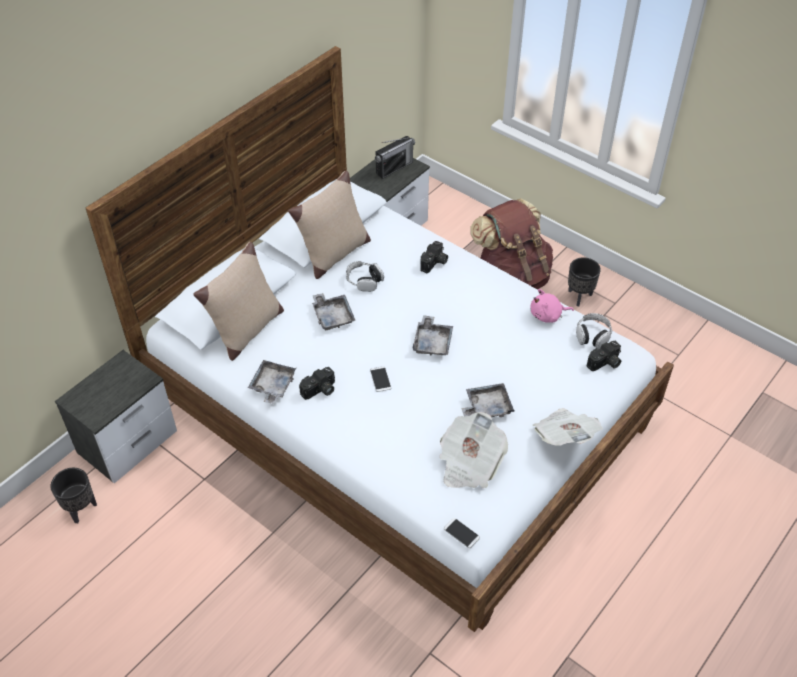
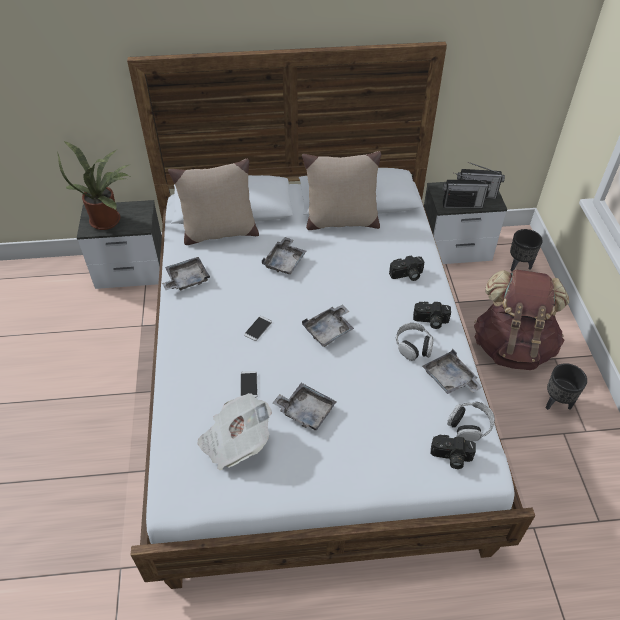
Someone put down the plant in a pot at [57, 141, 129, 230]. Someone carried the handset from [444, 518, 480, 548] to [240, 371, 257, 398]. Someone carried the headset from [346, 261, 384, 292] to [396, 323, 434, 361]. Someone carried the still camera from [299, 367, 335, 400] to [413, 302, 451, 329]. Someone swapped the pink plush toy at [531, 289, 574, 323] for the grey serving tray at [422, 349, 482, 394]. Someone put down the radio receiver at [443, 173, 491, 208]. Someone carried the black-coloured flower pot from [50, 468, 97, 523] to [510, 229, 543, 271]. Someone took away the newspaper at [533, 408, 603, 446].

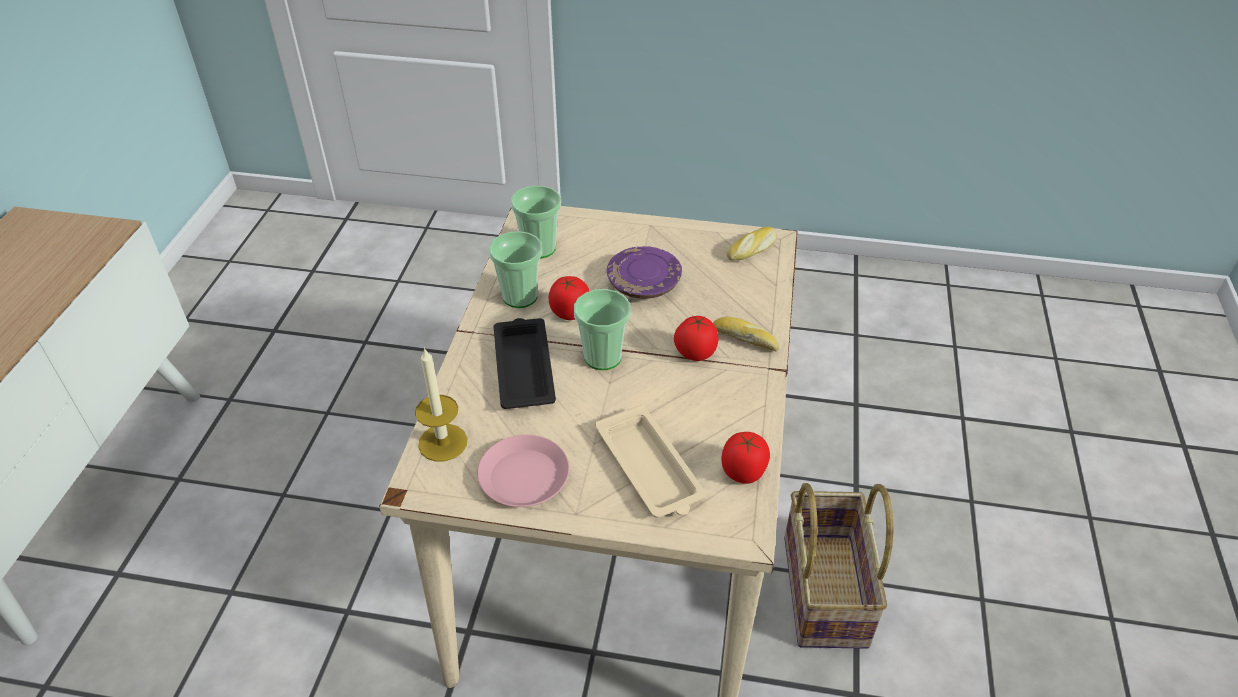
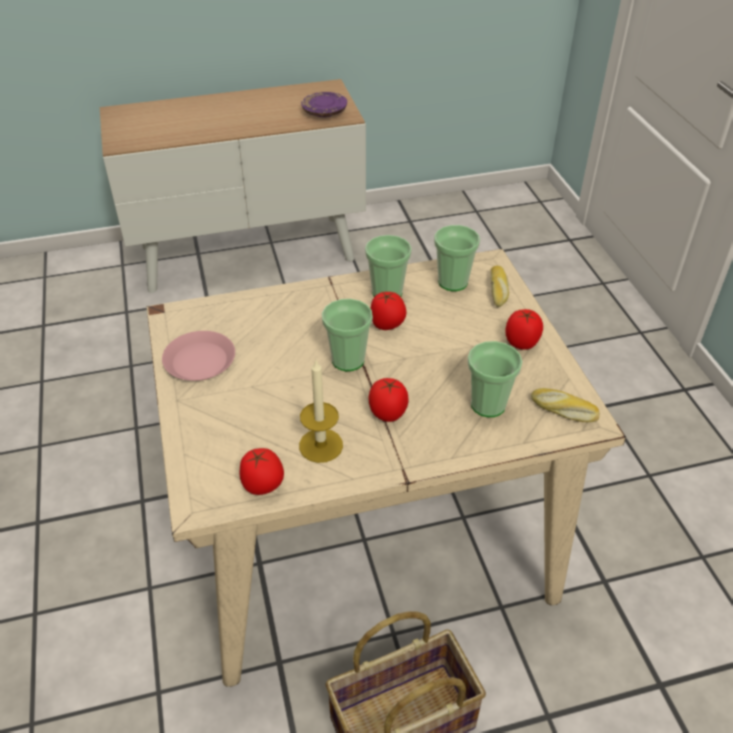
Someone carried the wax candle from [415, 347, 468, 462] to [299, 360, 343, 463]. Someone carried the purple dinner plate from [607, 246, 682, 299] to [301, 92, 347, 117]. Someone put down the drinking cup at [467, 341, 522, 417]. Someone carried the bread from [713, 316, 779, 351] to [491, 266, 509, 307]. Someone put down the tomato at [505, 309, 543, 350]. Someone took away the black-coloured serving tray at [494, 318, 556, 409]. Someone took away the beige-coloured serving tray at [595, 405, 706, 518].

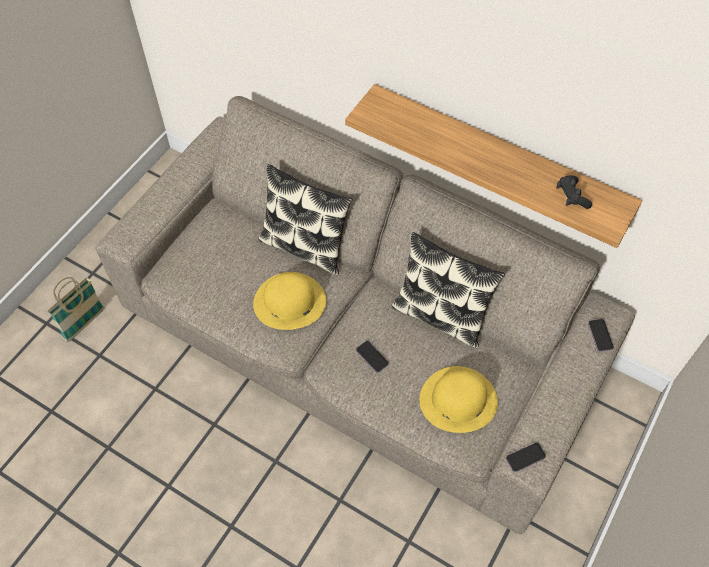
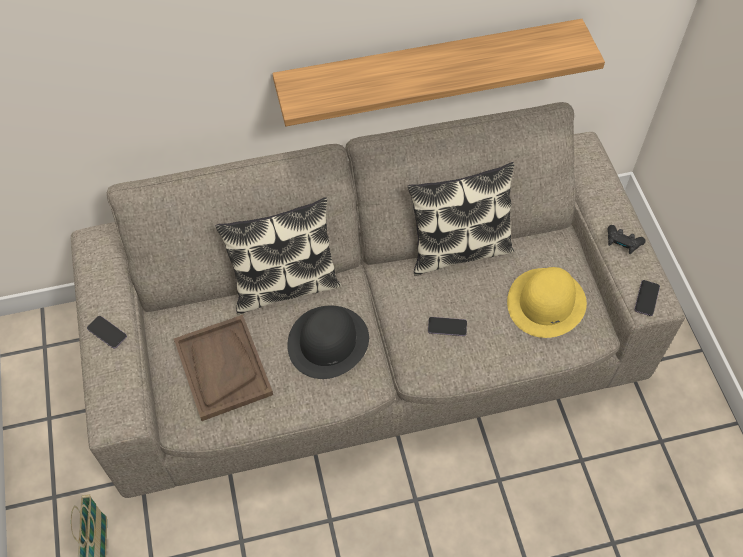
Someone carried the handset from [588, 319, 614, 352] to [87, 316, 127, 349]. Someone put down the brown serving tray at [174, 315, 273, 421]. Someone repainted the yellowish hat at [253, 272, 326, 330], which became the black-coloured hat at [287, 306, 369, 379]. Someone carried the black-coloured joypad from [556, 176, 592, 209] to [607, 225, 645, 254].

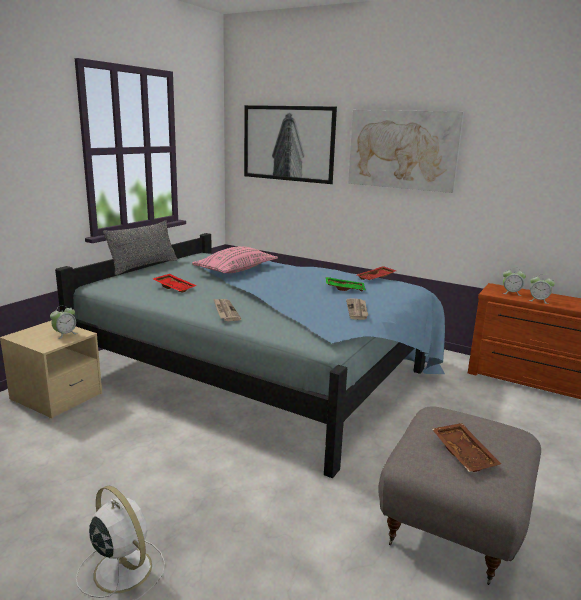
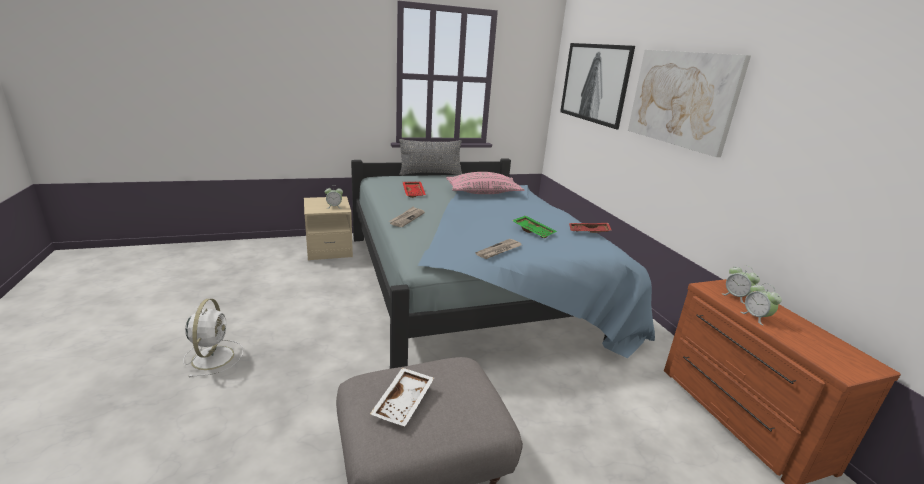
Someone repainted the brown serving tray at [432, 423, 501, 472], which became the white serving tray at [370, 368, 434, 426].

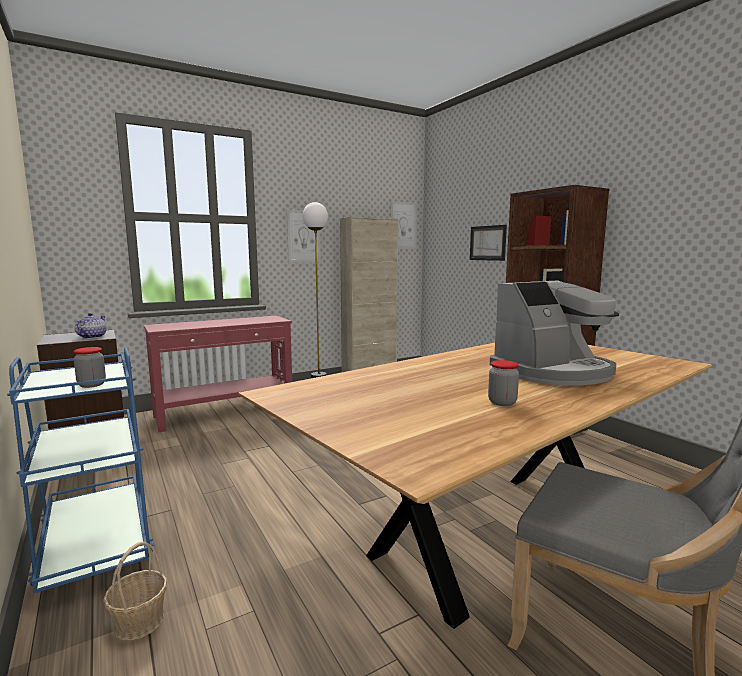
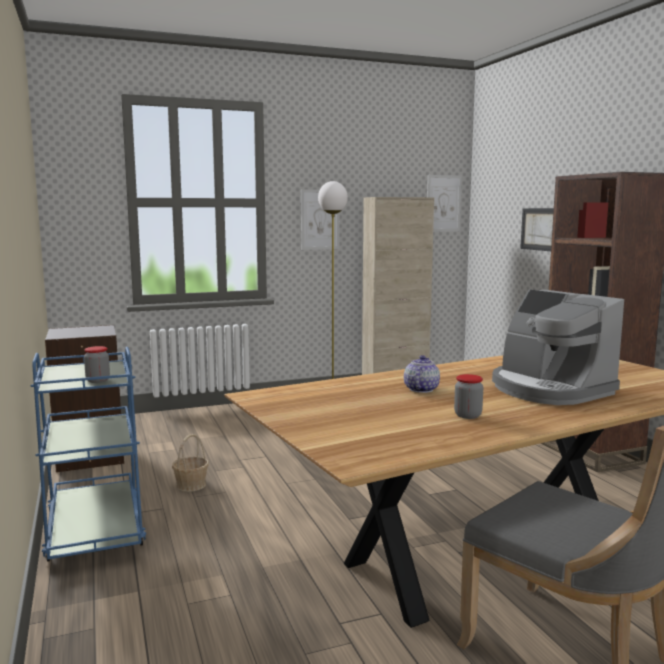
Someone carried the basket from [103, 541, 167, 640] to [172, 434, 209, 492]. Someone carried the tea pot from [75, 313, 106, 339] to [404, 355, 440, 393]. Someone rotated the coffee maker at [490, 281, 619, 386] by 75 degrees clockwise. Someone took away the red-coloured console table at [144, 316, 292, 432].

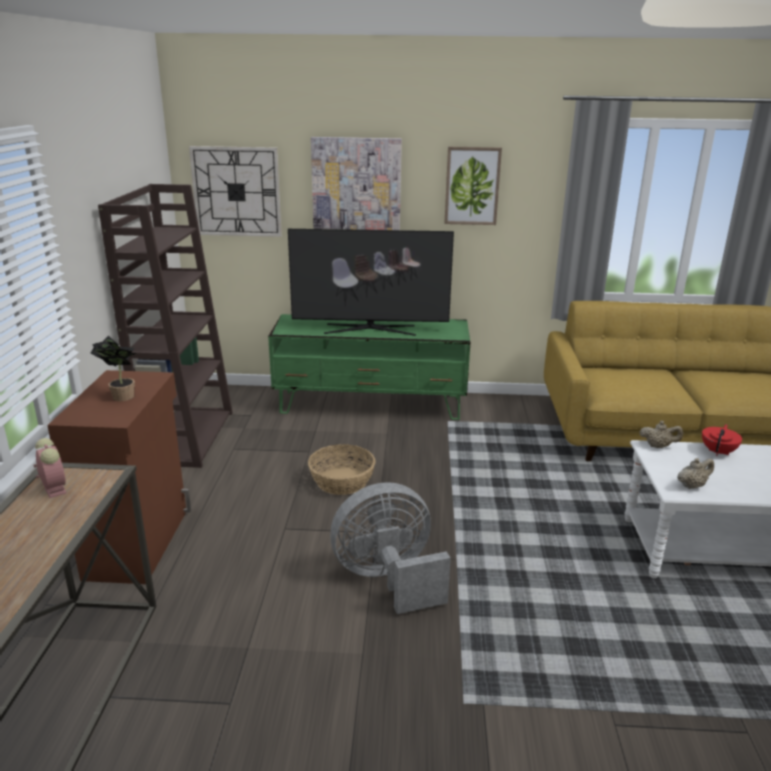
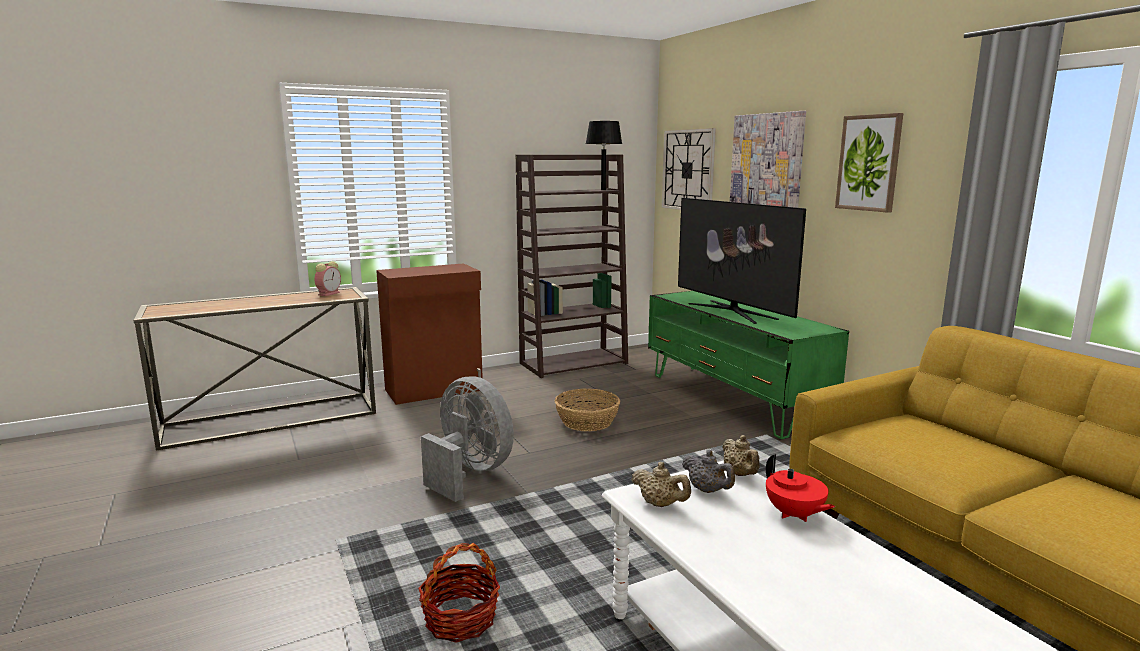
Someone put down the basket at [418, 543, 500, 643]. Someone put down the black-coloured table lamp at [586, 121, 622, 190]. Someone put down the grey tea pot at [682, 449, 735, 493]. Someone rotated the red-coloured tea pot at [702, 424, 742, 456] by 60 degrees clockwise. Someone took away the plant in a pot at [90, 336, 137, 401].

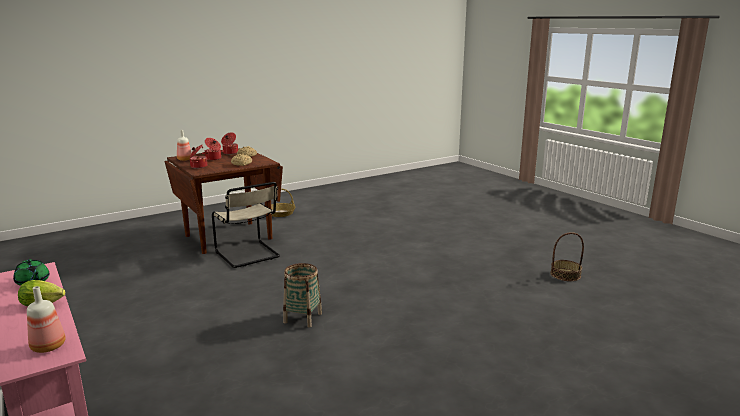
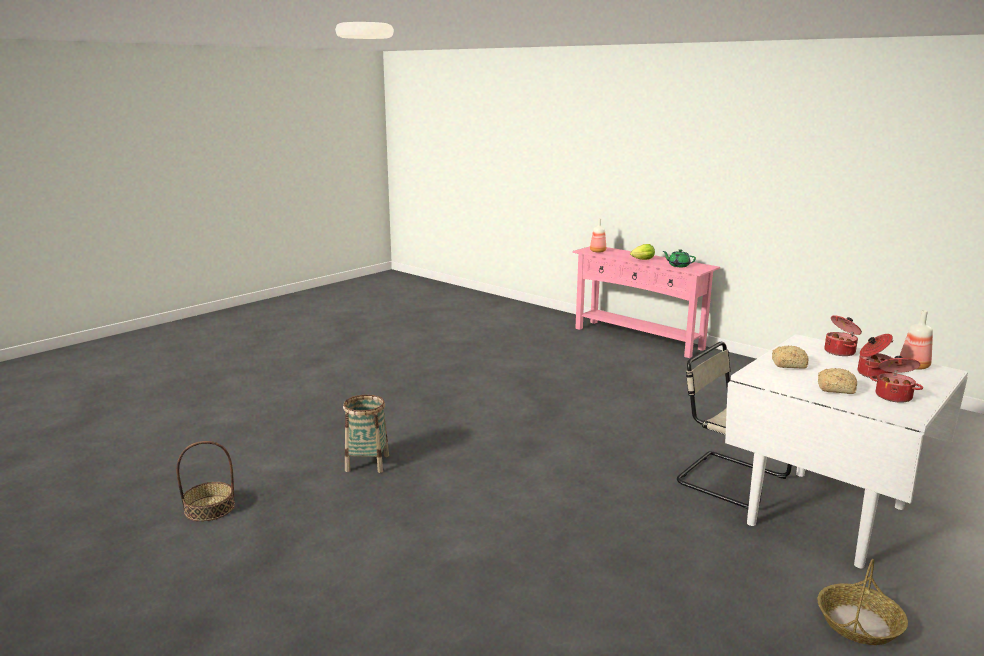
Someone carried the basket from [283, 263, 322, 328] to [343, 394, 389, 473]. Someone repainted the brown dining table at [164, 148, 283, 254], which became the white dining table at [725, 334, 968, 568].

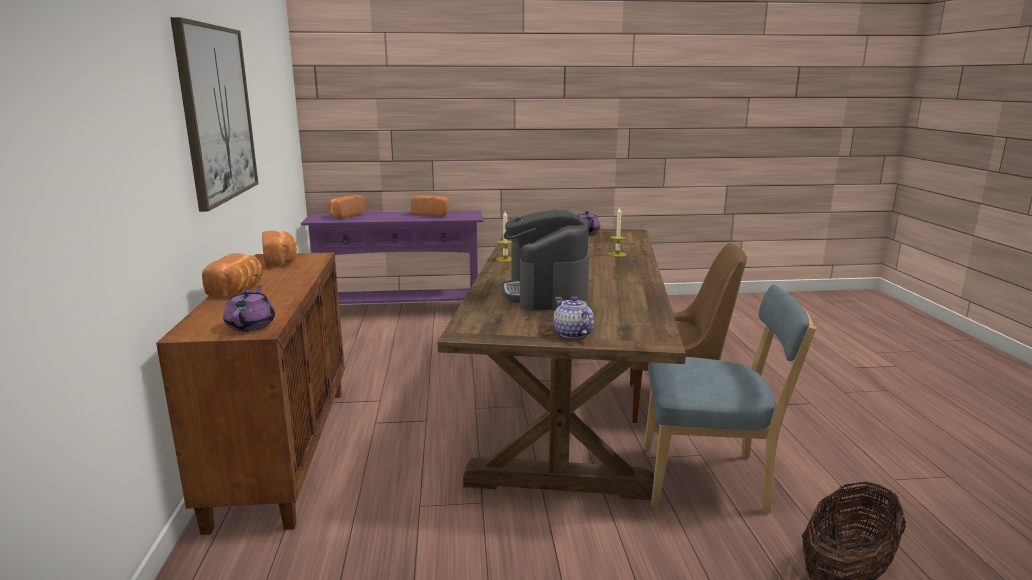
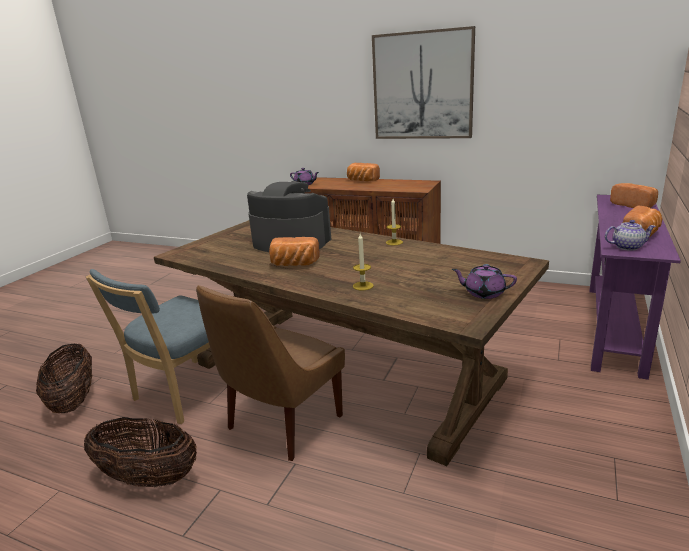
Someone put down the basket at [84, 417, 197, 487]. Someone carried the bread from [262, 231, 297, 267] to [269, 237, 320, 266]. Someone carried the tea pot from [553, 296, 594, 339] to [605, 220, 656, 251].

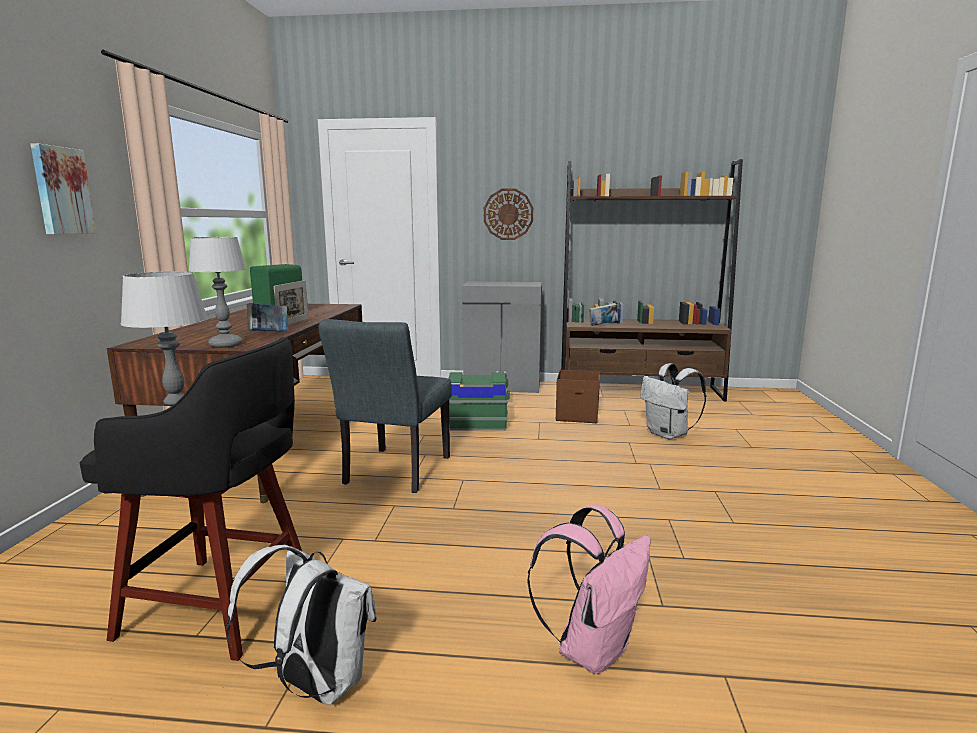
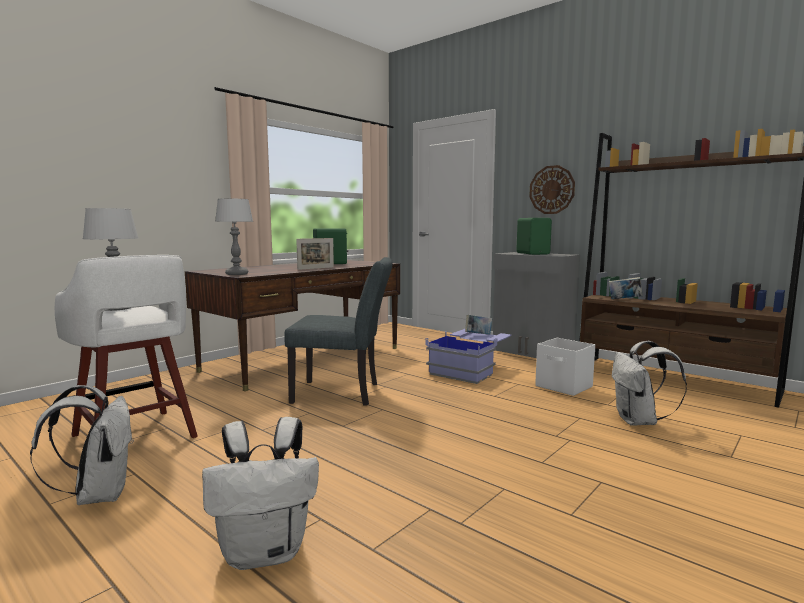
Someone repainted the black-coloured stool seat at [80, 337, 302, 661], which became the white stool seat at [55, 255, 198, 438]. Someone repainted the pink rucksack at [527, 504, 651, 674], which became the white rucksack at [202, 417, 319, 570]. Someone rotated the grey chair at [319, 319, 452, 493] by 135 degrees counterclockwise. Someone repainted the green-coloured storage bin at [448, 372, 510, 431], which became the blue storage bin at [425, 329, 512, 384]. Someone carried the bound book from [247, 303, 288, 332] to [465, 315, 492, 335]. Someone put down the green-coloured loudspeaker at [516, 218, 552, 255]. Someone repainted the brown storage bin at [556, 370, 600, 423], which became the white storage bin at [535, 338, 595, 396]. Someone took away the wall picture at [31, 143, 96, 234].

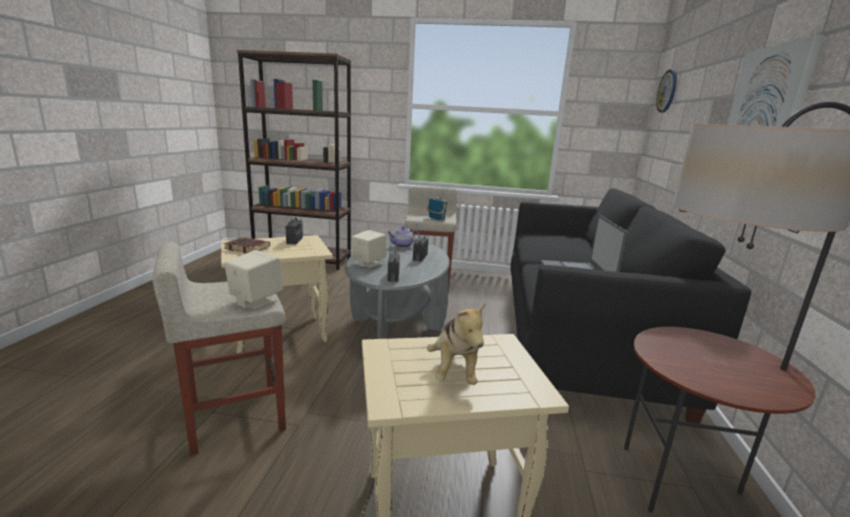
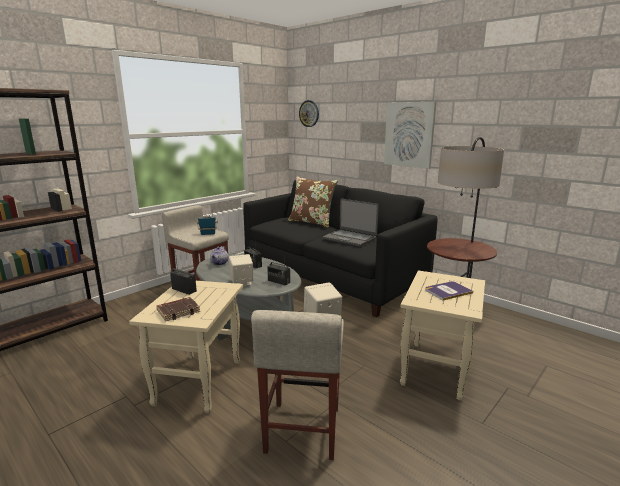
Someone put down the brown throw pillow at [288, 176, 338, 228]. Someone swapped the plush toy at [427, 302, 486, 385] for the bound book at [425, 281, 473, 301].

